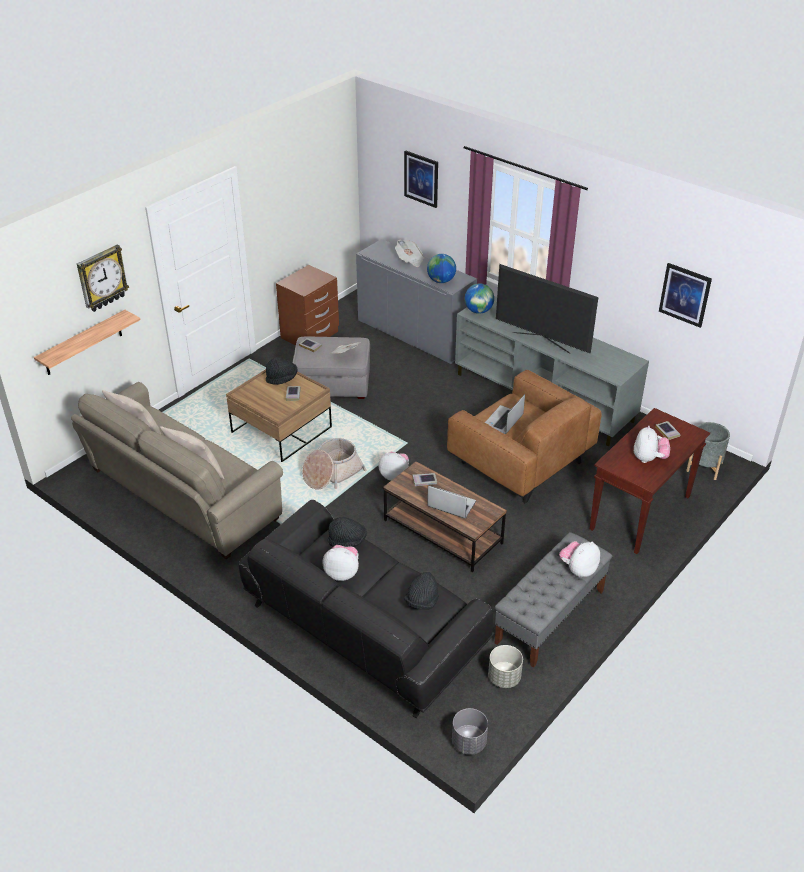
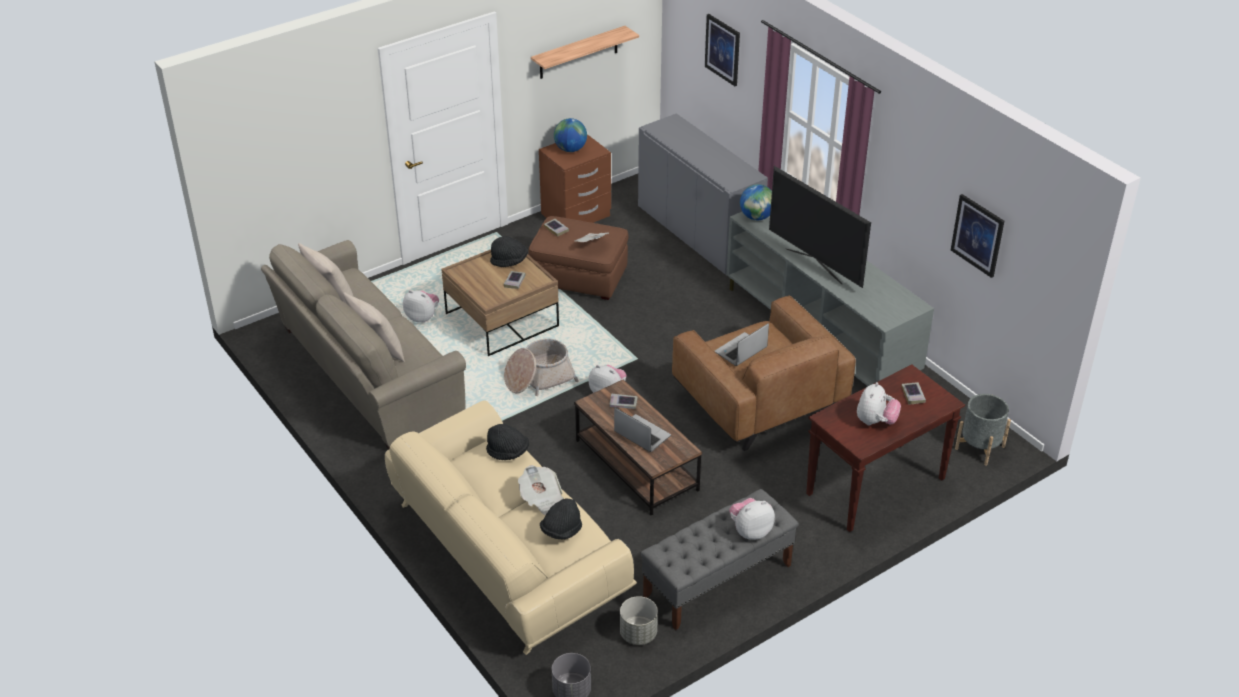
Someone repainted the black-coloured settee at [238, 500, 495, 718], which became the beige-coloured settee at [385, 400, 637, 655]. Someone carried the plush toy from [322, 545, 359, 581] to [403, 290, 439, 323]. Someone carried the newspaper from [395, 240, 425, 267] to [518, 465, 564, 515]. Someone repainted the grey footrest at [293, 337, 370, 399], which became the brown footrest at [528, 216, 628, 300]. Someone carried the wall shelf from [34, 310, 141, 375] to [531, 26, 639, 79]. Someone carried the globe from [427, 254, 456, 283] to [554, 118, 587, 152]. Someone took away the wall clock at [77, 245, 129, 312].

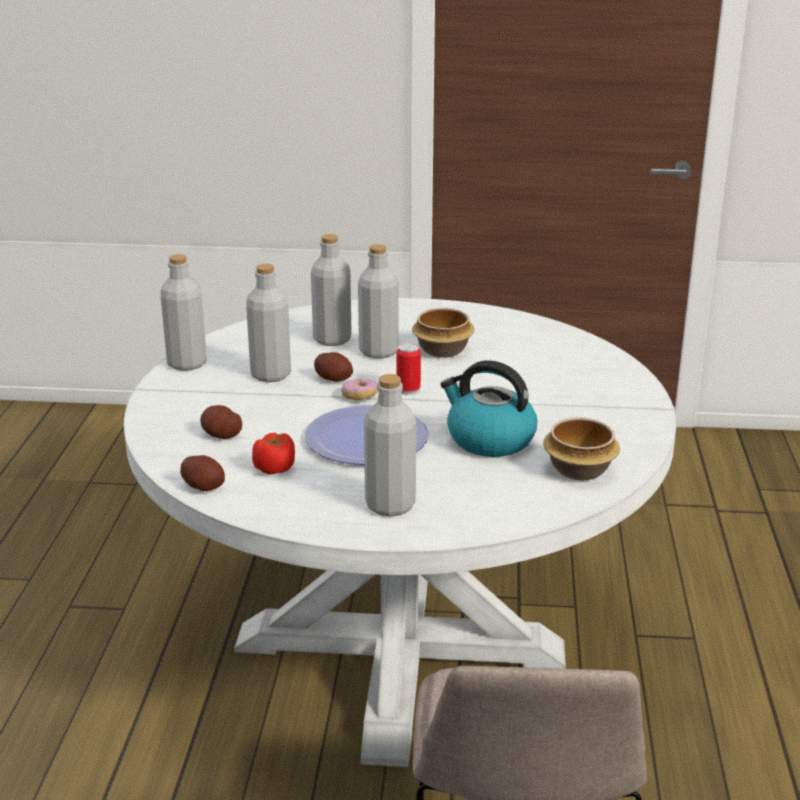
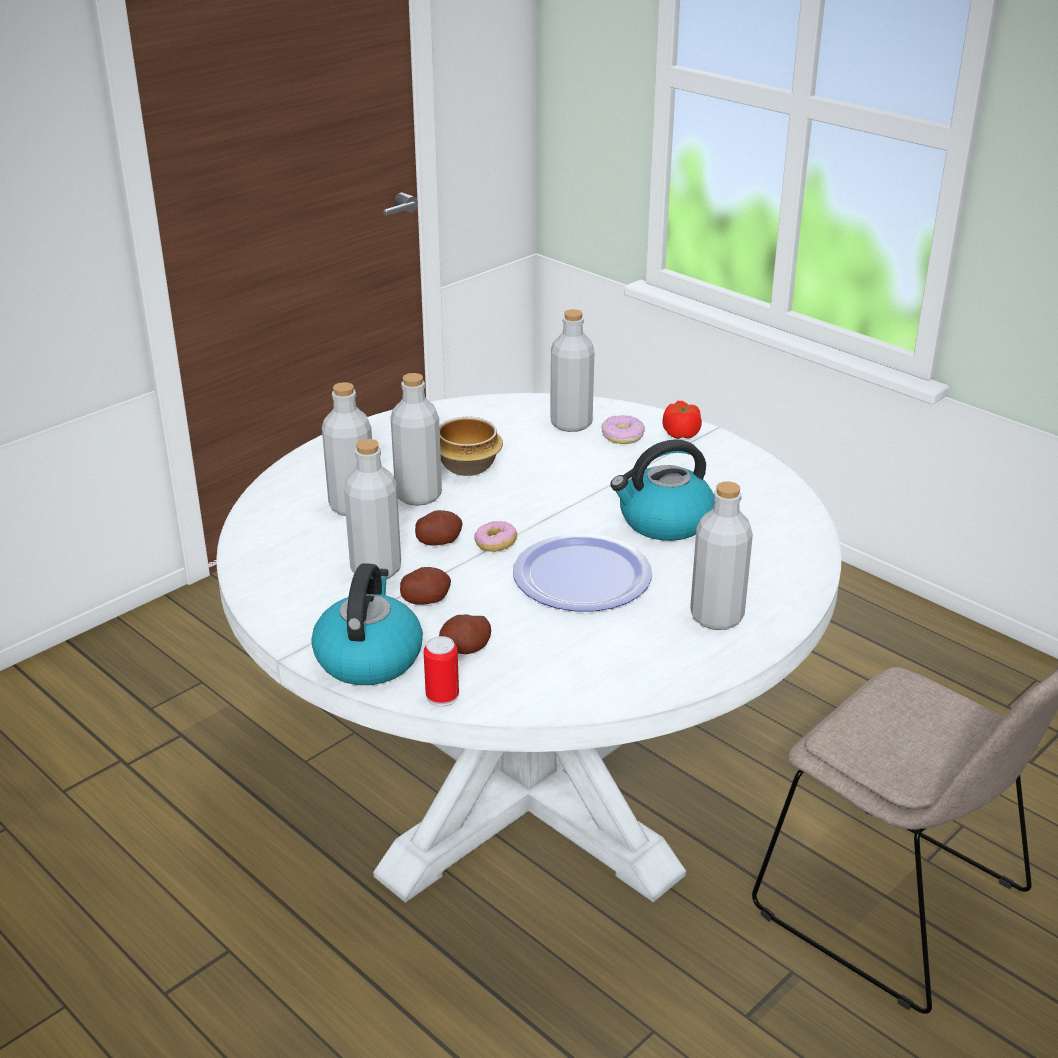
Someone put down the kettle at [311, 563, 423, 685]. Someone carried the potato from [180, 455, 225, 491] to [400, 567, 451, 605]. Someone carried the can from [396, 343, 421, 395] to [424, 636, 459, 707]. Someone carried the grey bottle from [160, 254, 207, 371] to [550, 309, 594, 432]. Someone put down the ring doughnut at [601, 415, 645, 444]. Someone carried the tomato from [252, 433, 295, 475] to [662, 401, 702, 439]. Someone took away the bowl at [543, 417, 620, 481].

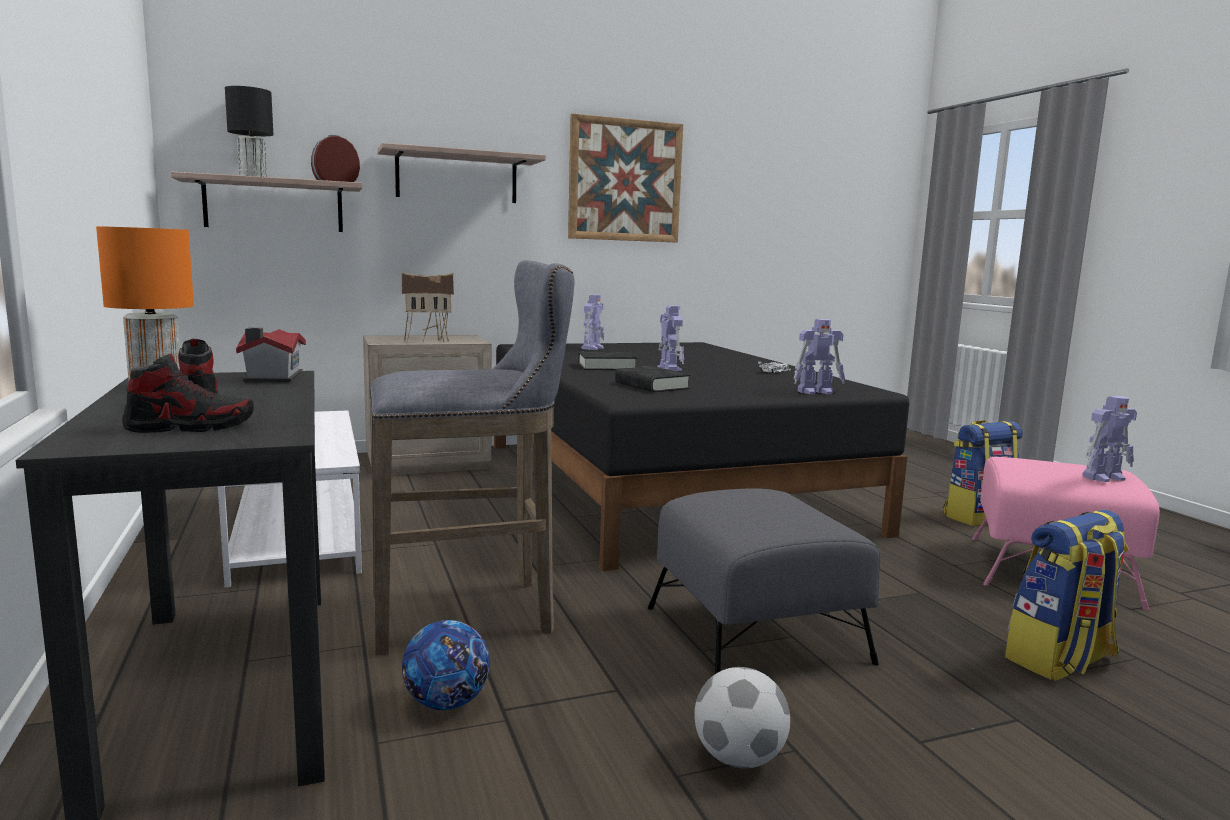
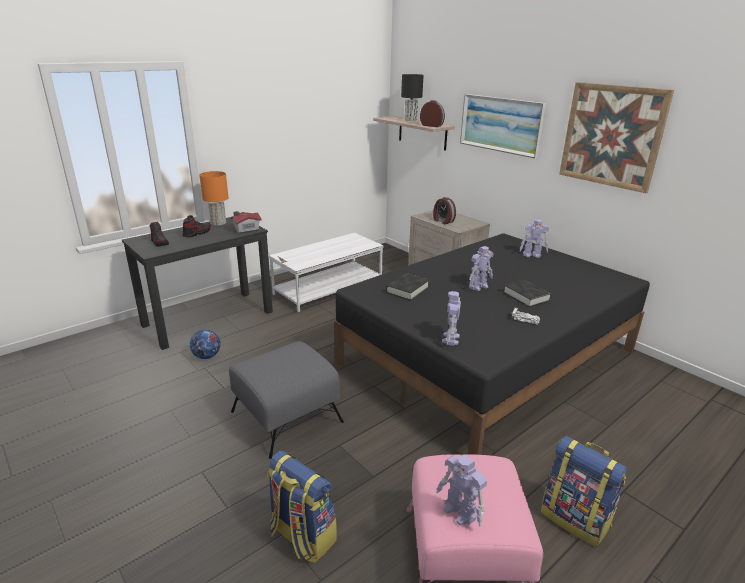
Someone swapped the toy house at [401, 272, 454, 343] for the table clock at [433, 197, 456, 224]. Someone rotated the robot figure at [794, 319, 845, 394] by 45 degrees clockwise. Someone swapped the wall shelf at [377, 143, 546, 203] for the wall picture at [460, 94, 546, 158]. Someone carried the black-coloured bound book from [578, 352, 637, 370] to [503, 279, 552, 307]. Someone took away the grey stool seat at [370, 260, 575, 655]. Someone took away the ball for football at [694, 667, 790, 768].

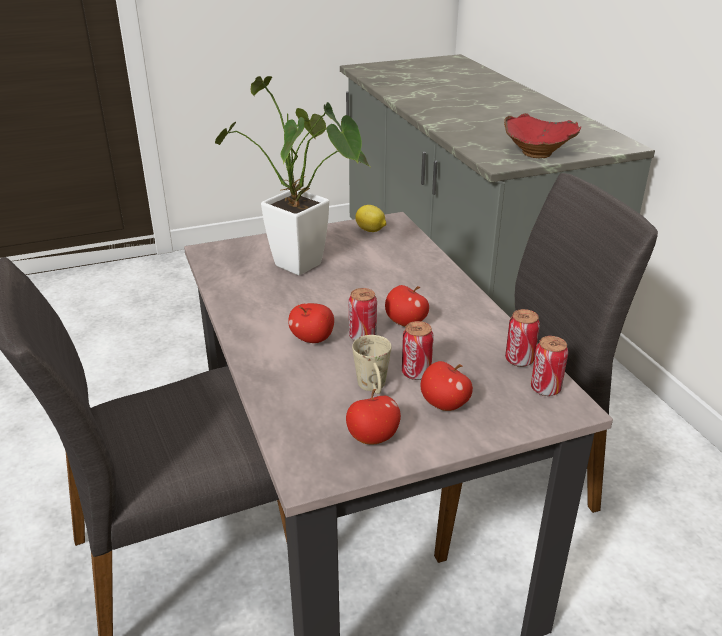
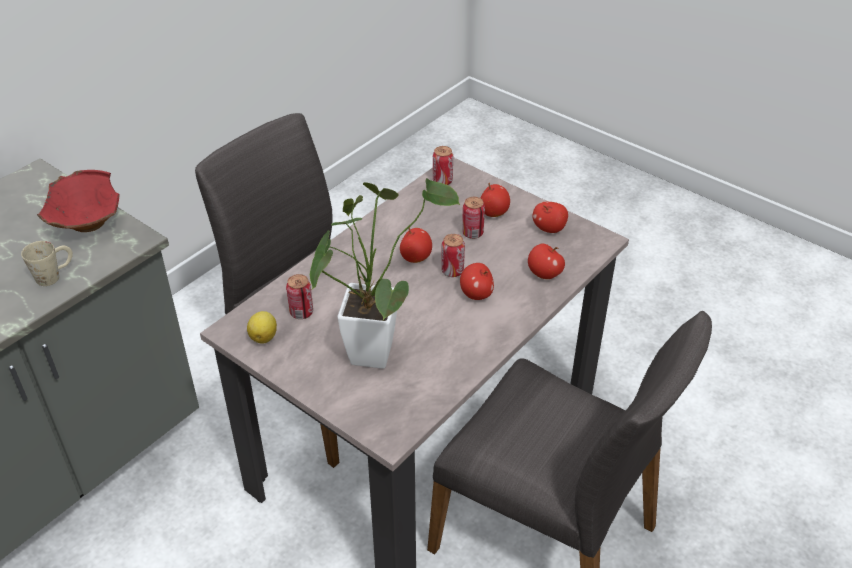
Someone carried the beige-coloured tea mug from [352, 335, 391, 394] to [21, 241, 73, 286]. Someone carried the can from [505, 309, 540, 367] to [286, 274, 313, 319]. Someone put down the apple fruit at [528, 243, 565, 279].

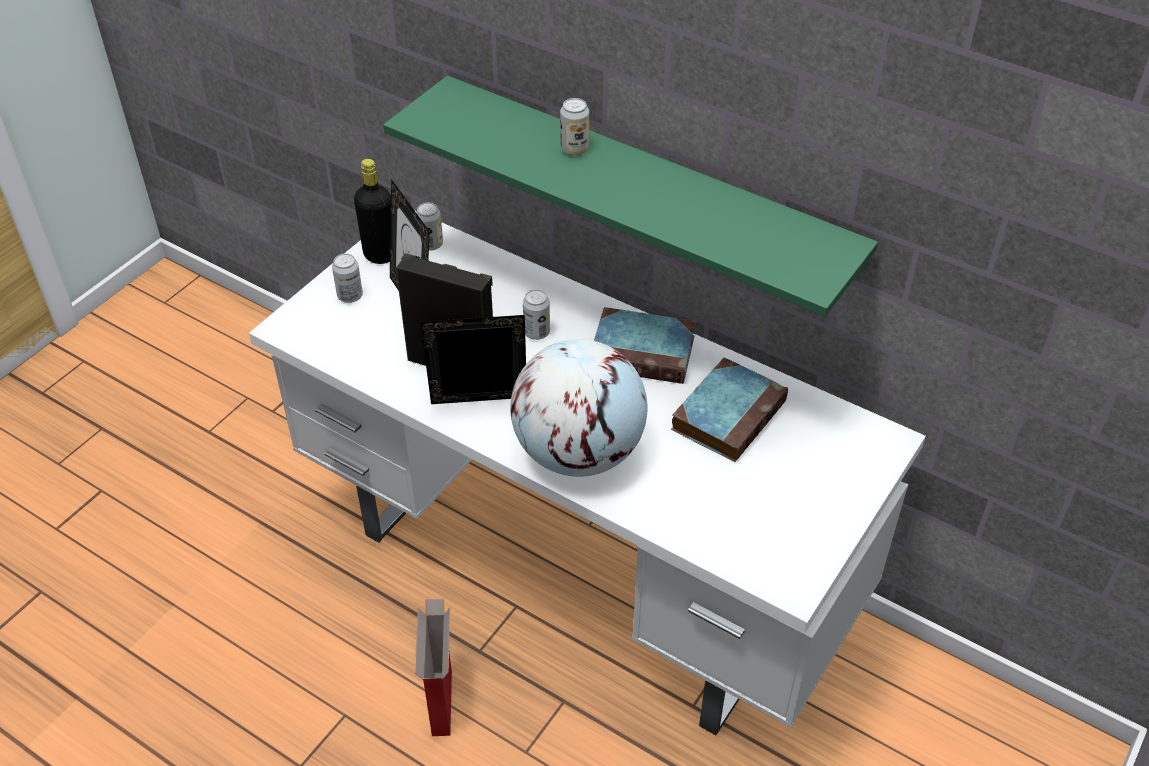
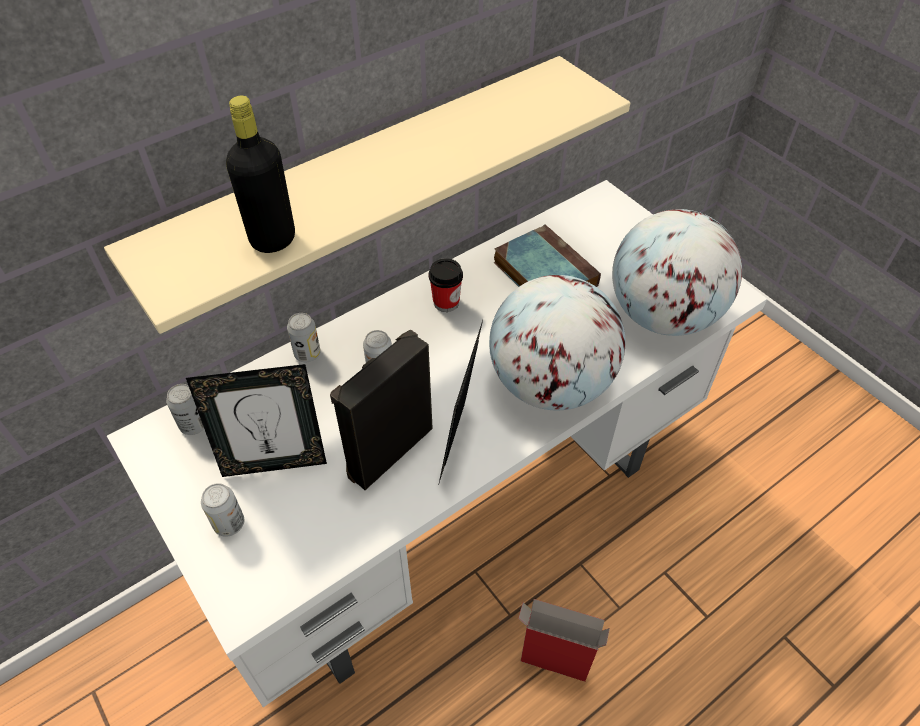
Someone repainted the green-coloured wall shelf at [383, 76, 878, 316], which became the beige-coloured wall shelf at [104, 56, 630, 334]. Someone carried the black-coloured bottle from [354, 159, 391, 264] to [226, 96, 295, 253]. Someone carried the can from [560, 98, 589, 156] to [287, 313, 321, 362]. Someone swapped the bound book at [594, 307, 696, 384] for the drinking cup at [429, 258, 463, 312]. Someone put down the globe at [612, 209, 742, 336].

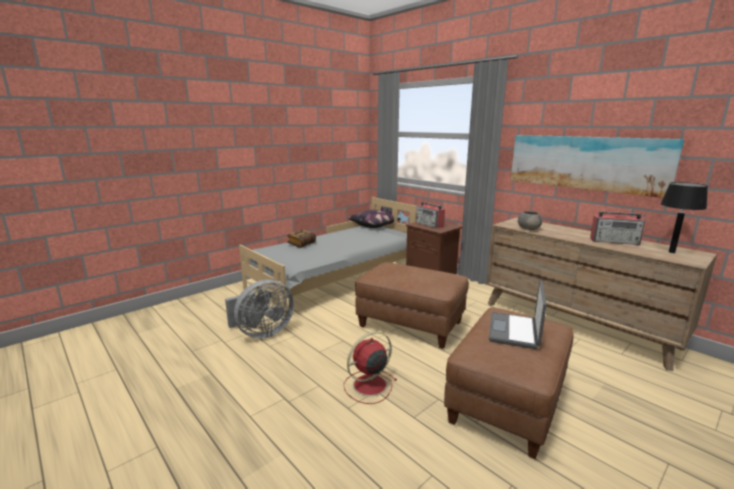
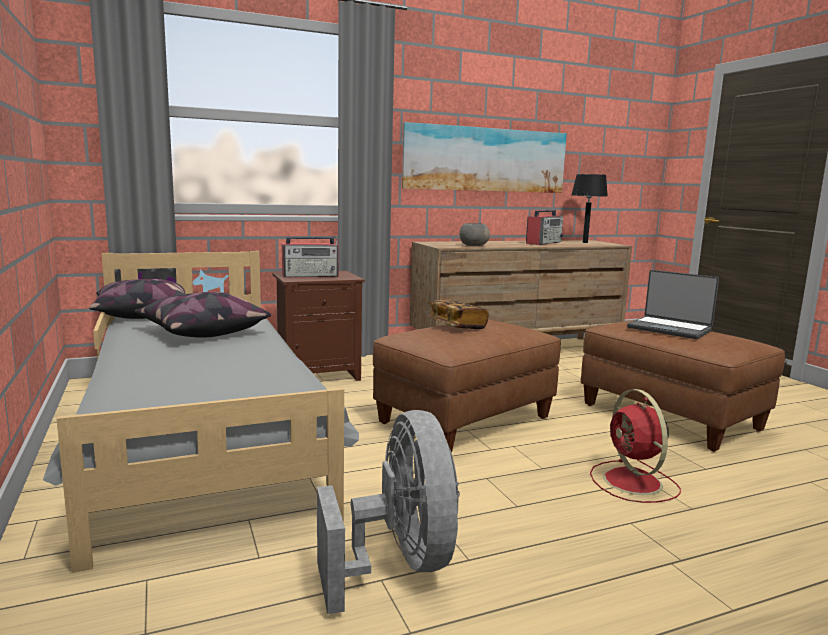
Someone put down the throw pillow at [134, 292, 271, 338]. Someone carried the bound book from [287, 230, 316, 248] to [427, 300, 489, 329].

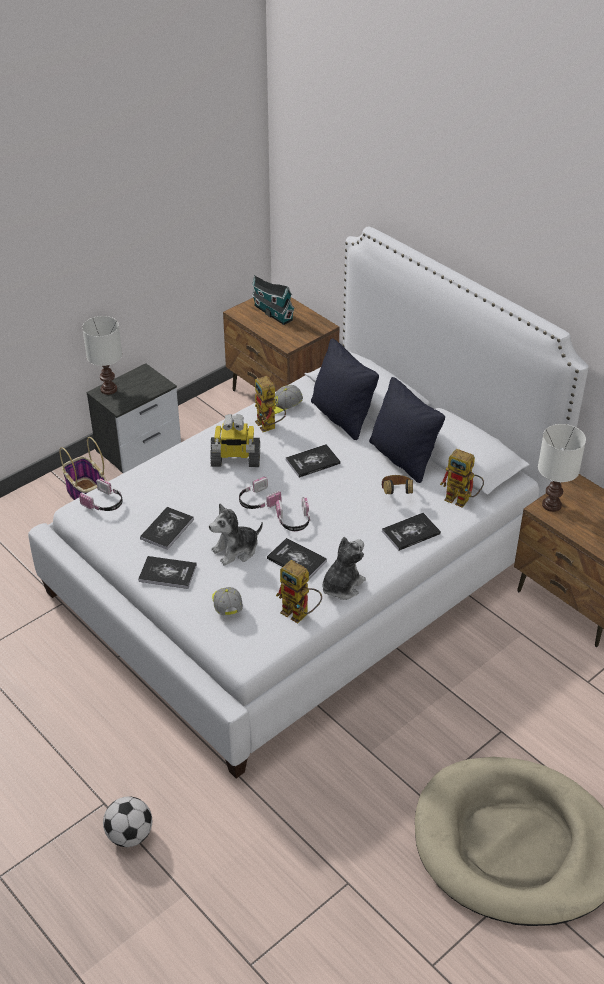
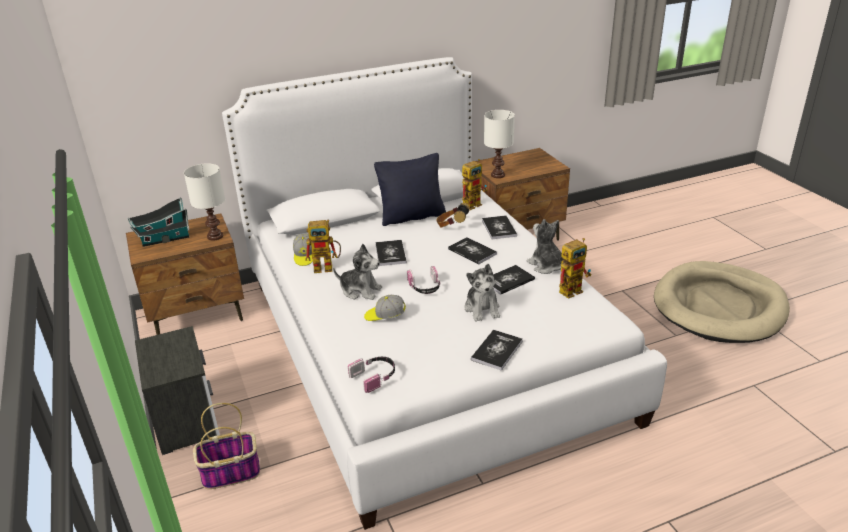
Someone carried the white table lamp from [82, 316, 122, 395] to [184, 163, 225, 241]. Someone swapped the robot figure at [210, 414, 260, 467] for the plush toy at [333, 244, 382, 300]. Someone carried the baseball cap from [212, 587, 243, 615] to [364, 295, 406, 321]. Someone carried the bound book from [140, 507, 194, 550] to [448, 237, 497, 265]. Someone took away the ball for football at [103, 796, 152, 847]. Someone took away the headset at [276, 497, 310, 531]. Someone took away the black-coloured throw pillow at [311, 339, 379, 440].

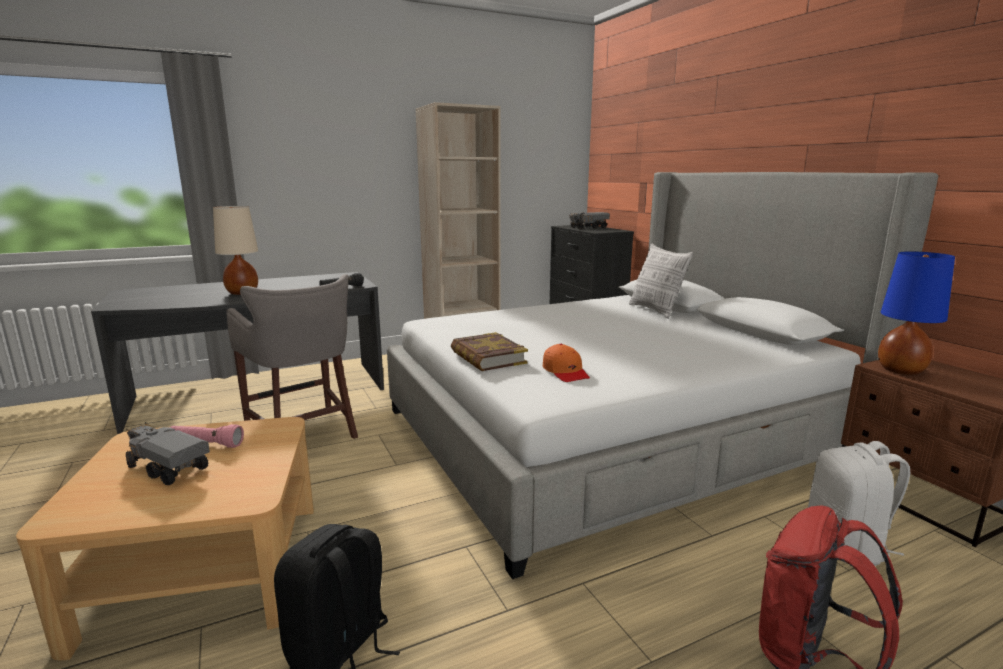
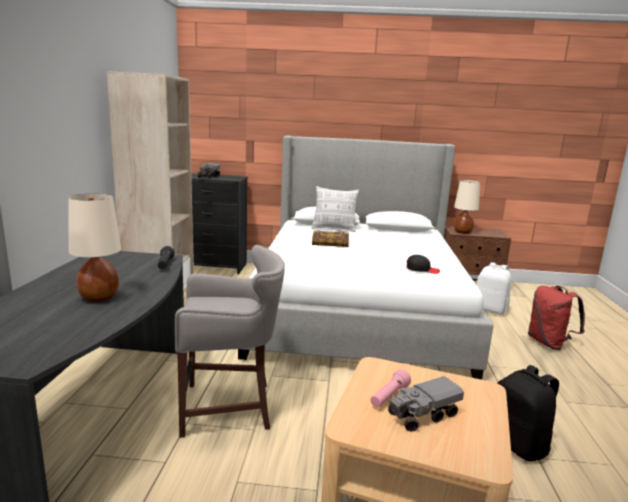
Someone carried the bound book from [451, 332, 528, 371] to [312, 231, 349, 247]. Someone repainted the orange-coloured baseball cap at [543, 344, 590, 382], which became the black-coloured baseball cap at [406, 254, 440, 274]. Someone repainted the blue table lamp at [878, 251, 955, 375], which became the beige-coloured table lamp at [454, 180, 480, 234].

